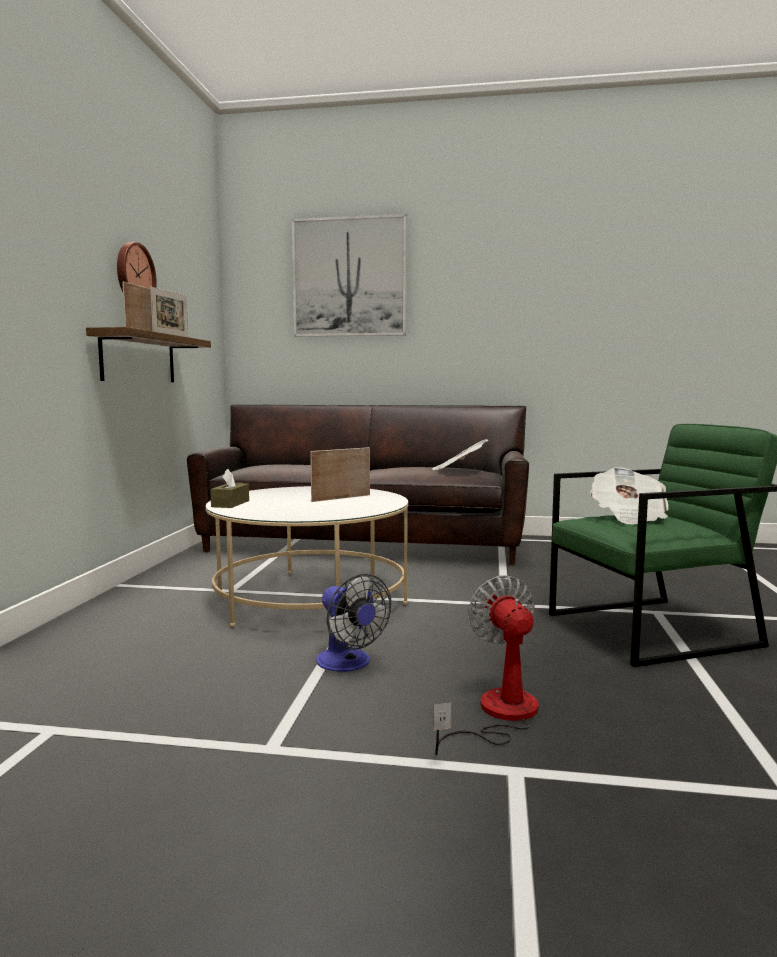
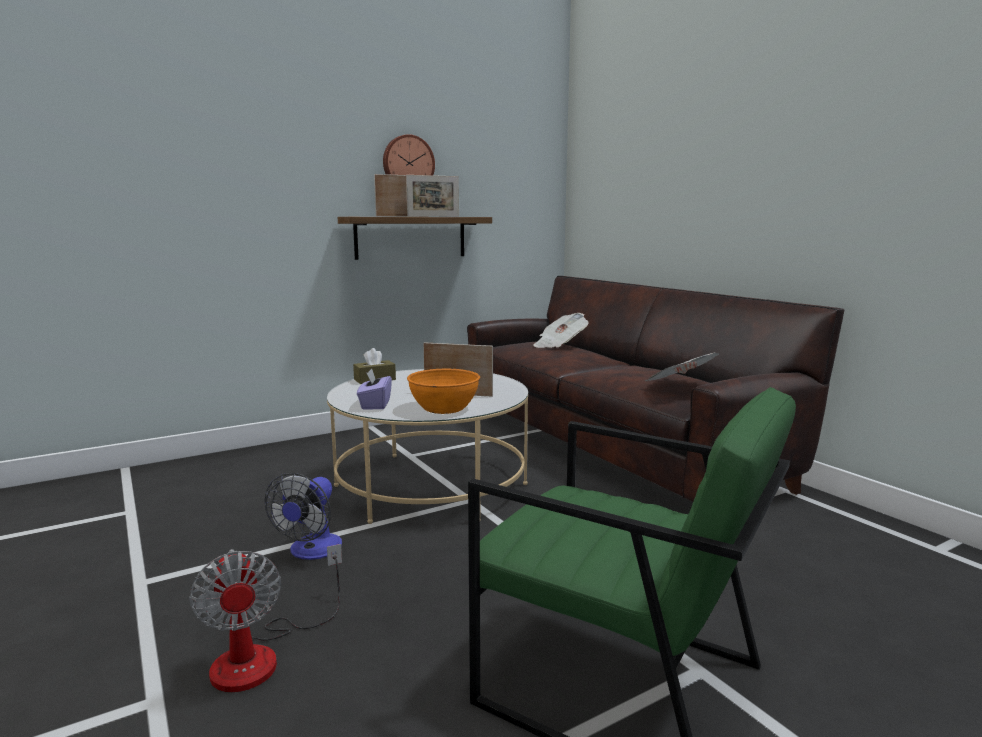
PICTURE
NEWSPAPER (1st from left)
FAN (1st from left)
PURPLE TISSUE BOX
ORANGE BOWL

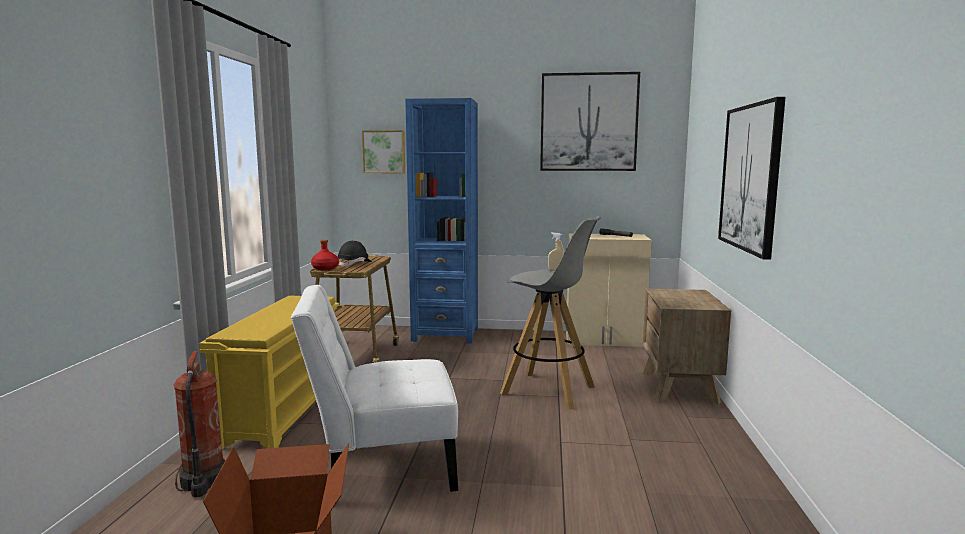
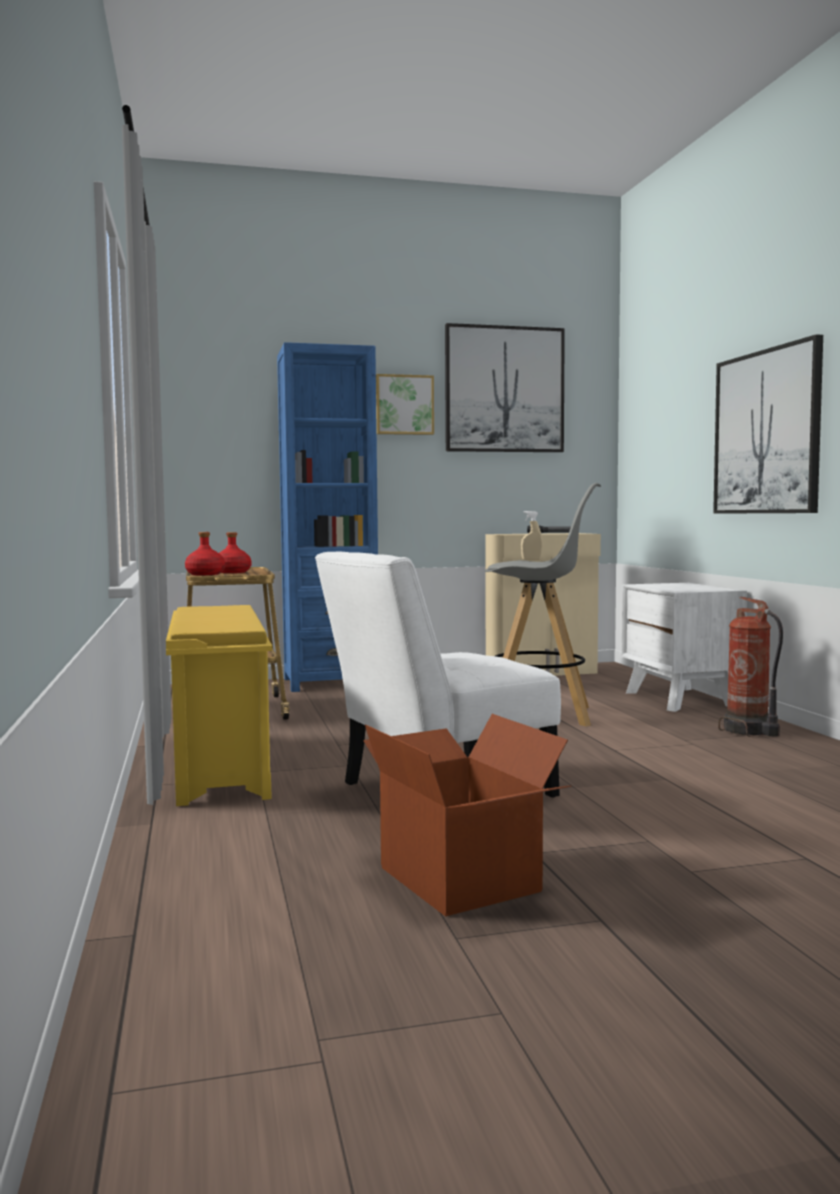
PICTURE (1st from left)
RED BOTTLE (2nd from left)
WHITE NIGHTSTAND
FIRE EXTINGUISHER

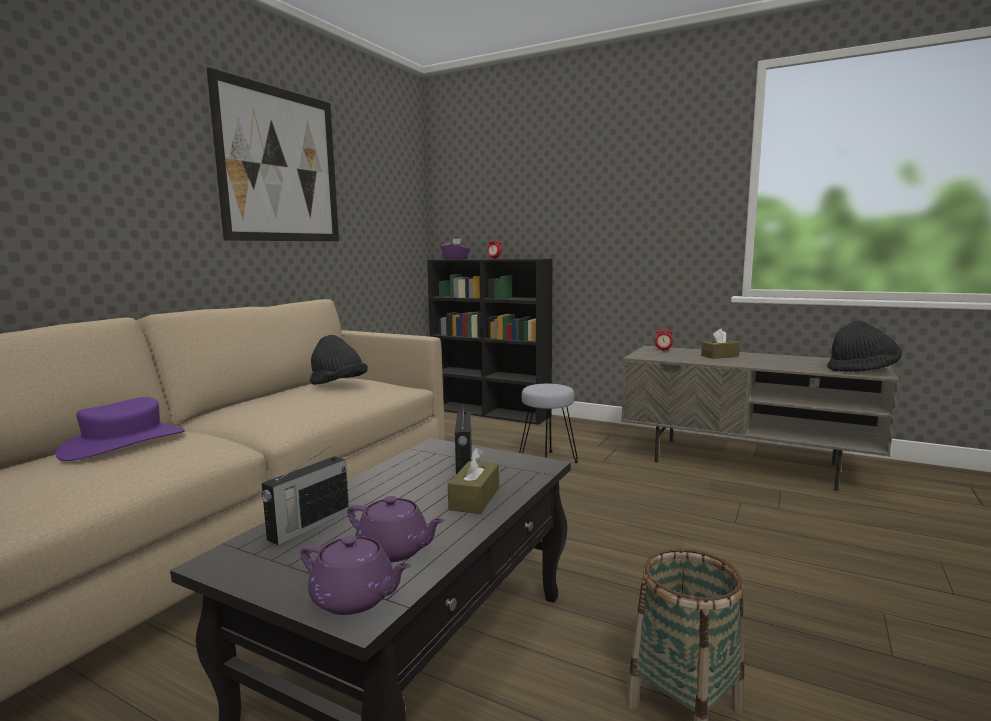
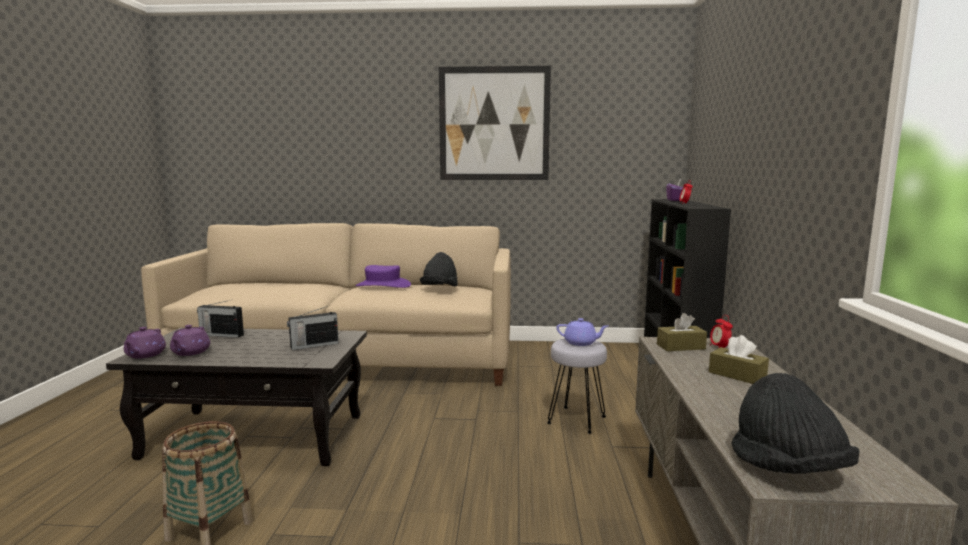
PURPLE HAT
BROWN TISSUE BOX (1st from left)
PURPLE TEAPOT (3rd from left)

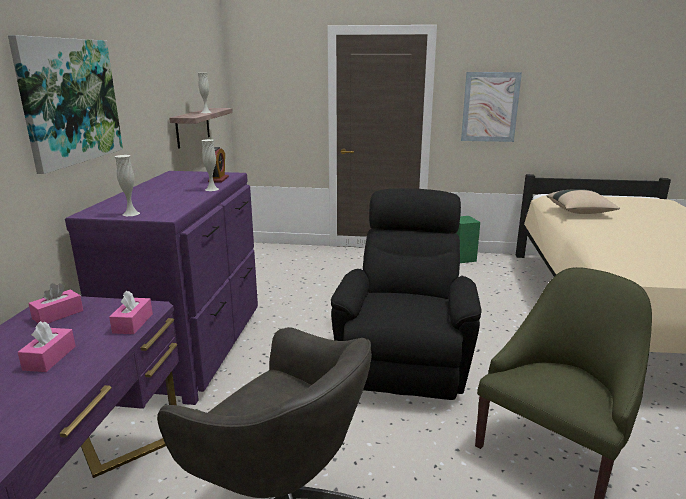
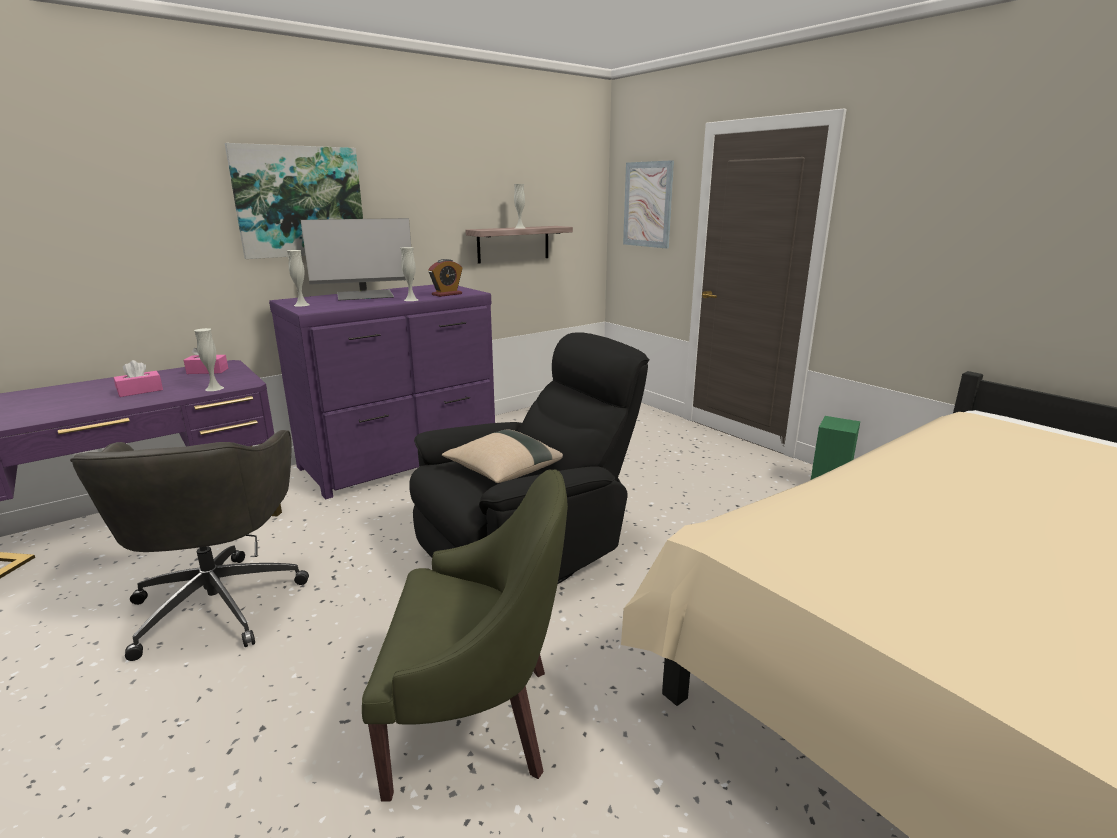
PICTURE (2nd from left)
BEIGE PILLOW
WHITE VASE (1st from left)
MONITOR

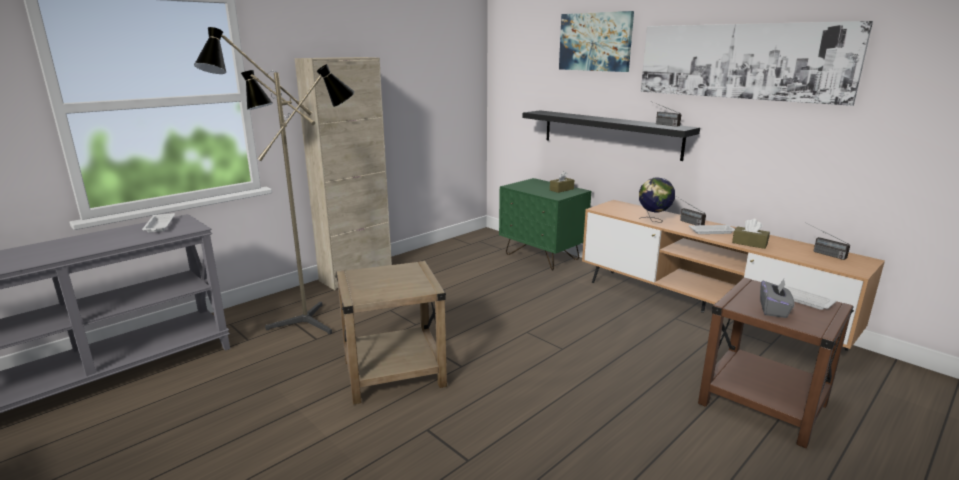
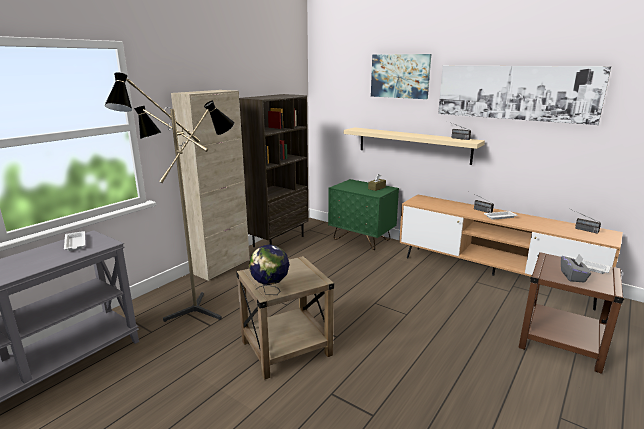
BEIGE SHELF
GLOBE
BROWN TISSUE BOX (2nd from left in the first image)
BROWN BOOKCASE

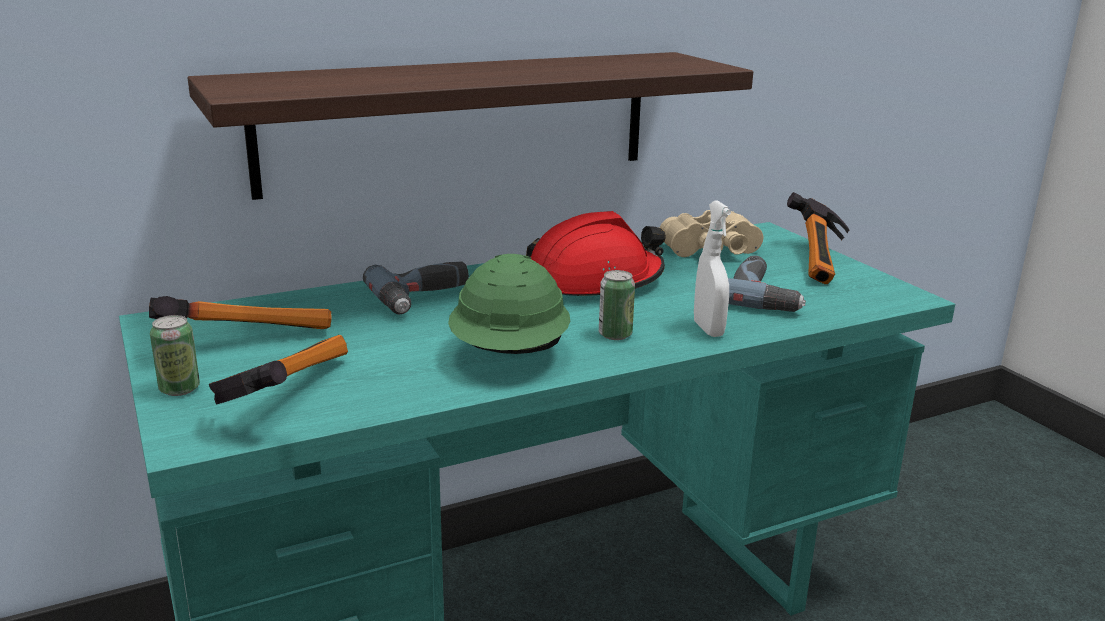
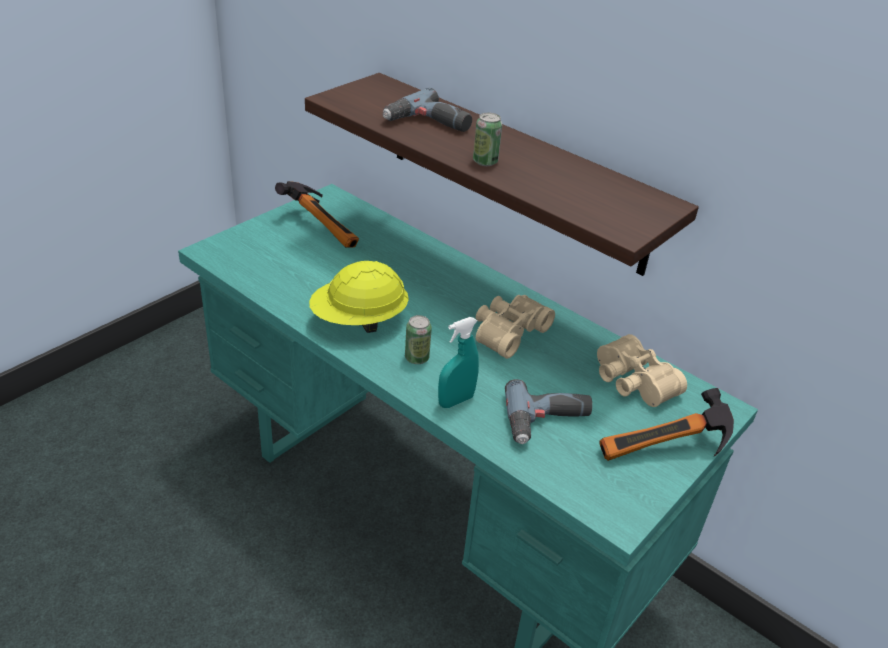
TURQUOISE SPRAY BOTTLE
BEIGE BINOCULARS (1st from left)
YELLOW HARD HAT
POWER DRILL (1st from left)
CAN (2nd from left)
HAMMER (2nd from left in the first image)

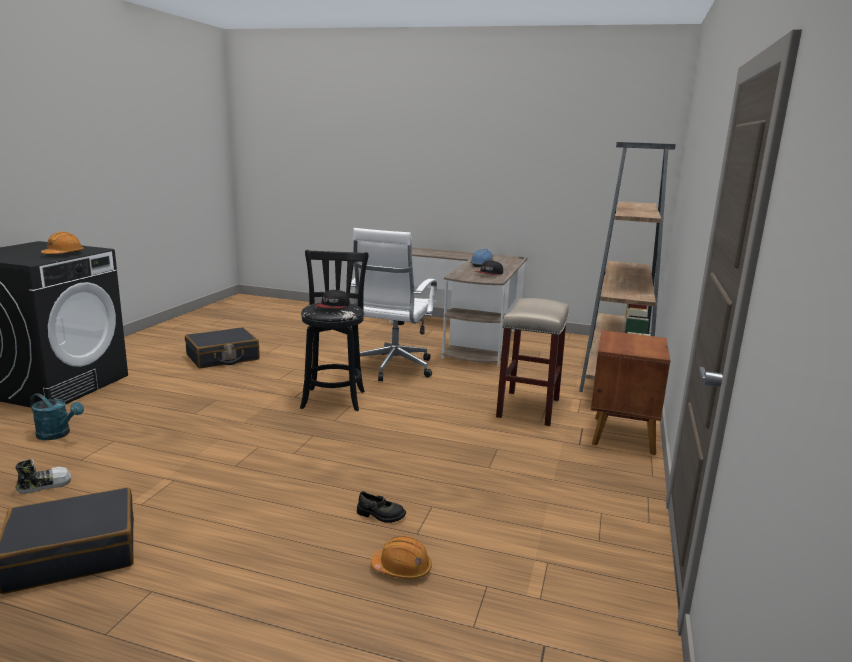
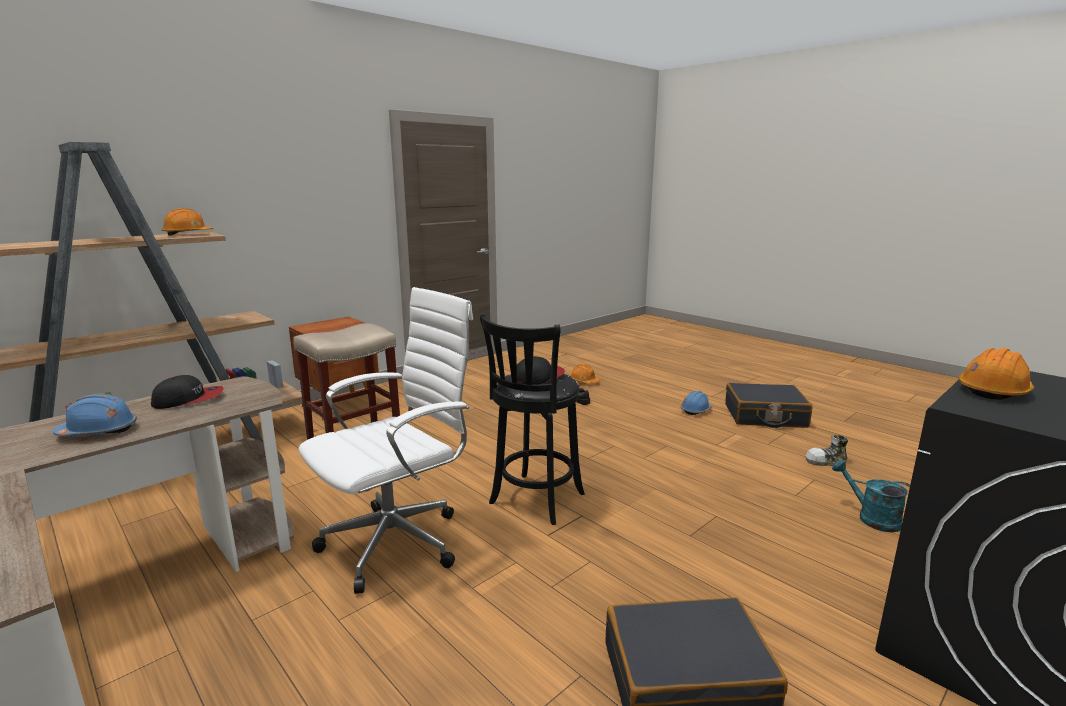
ORANGE HARD HAT (1st from left)
BLUE HARD HAT (2nd from left)

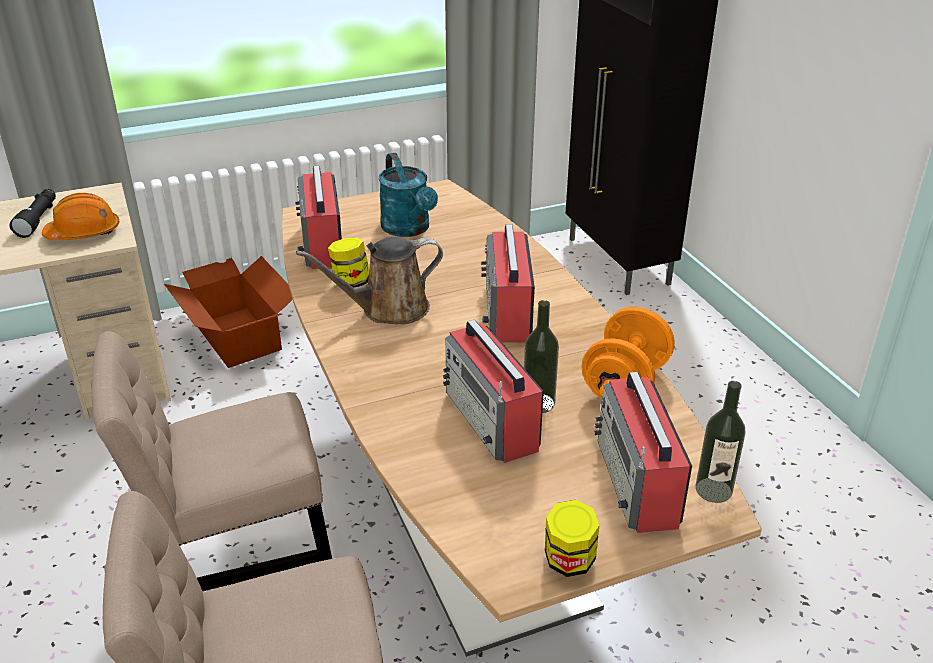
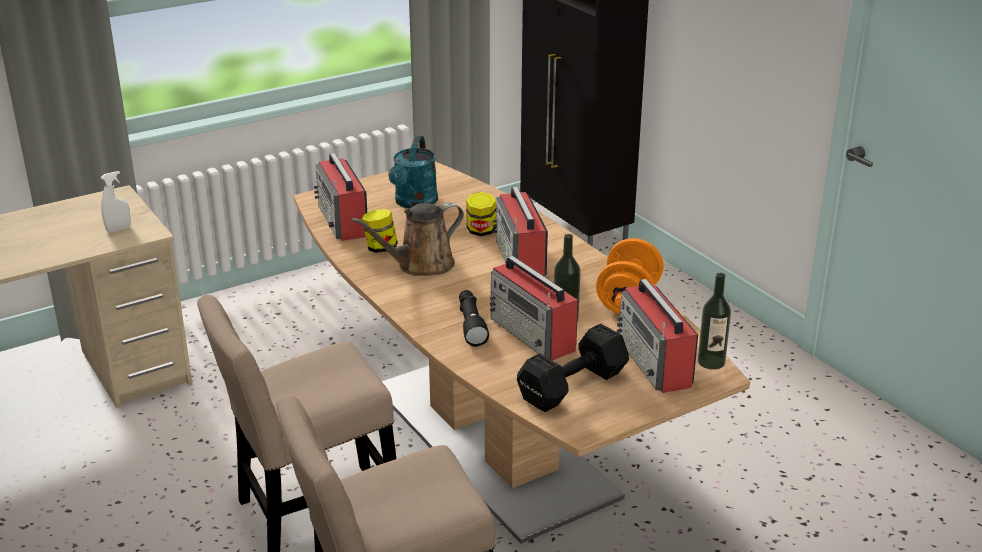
TURQUOISE WATERING CAN
BLACK FLASHLIGHT
WHITE SPRAY BOTTLE
CARDBOARD BOX
JAR (2nd from left)
BLACK DUMBBELL

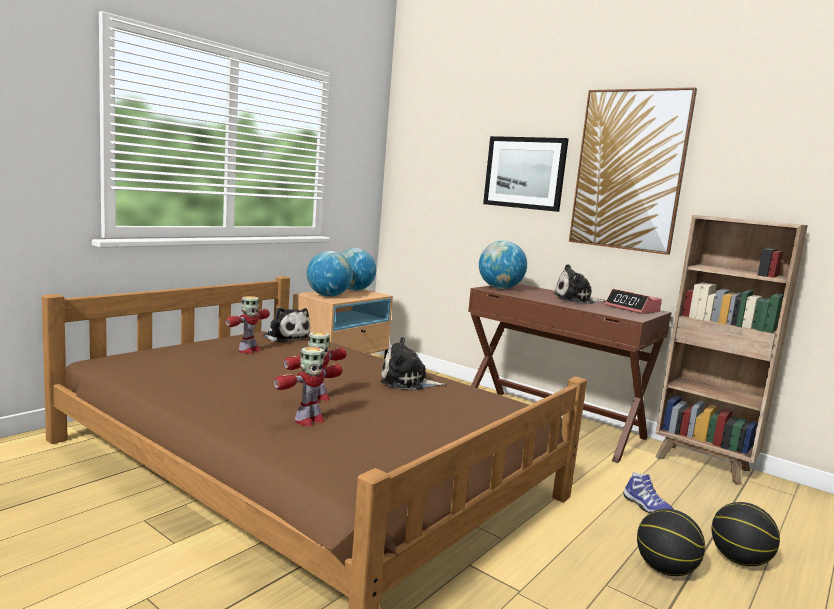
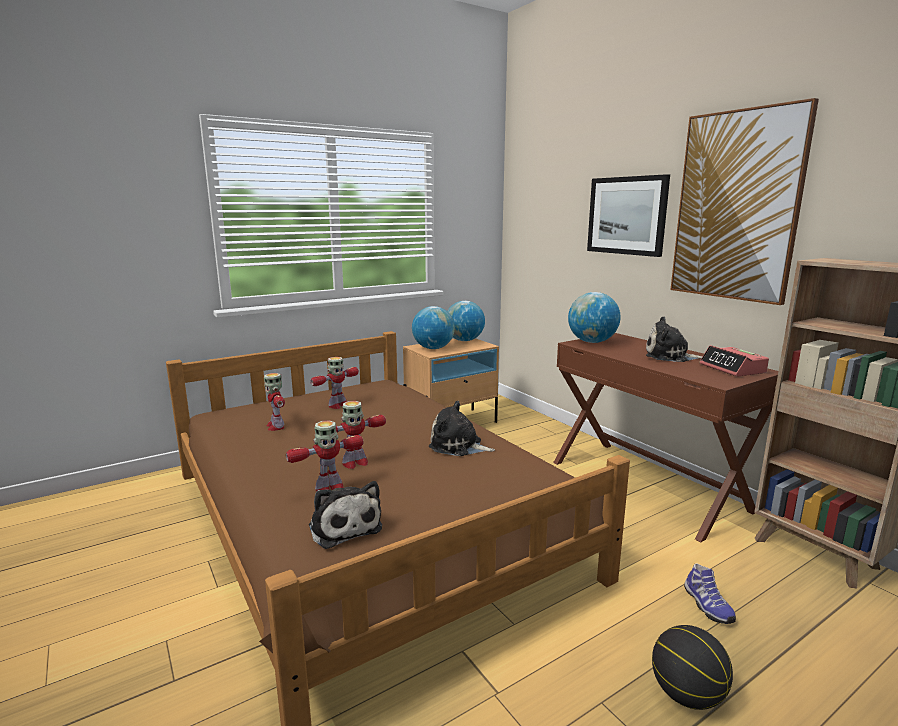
PLUSH TOY (1st from left)
BASKETBALL (2nd from left in the first image)
TOY ROBOT (1st from left)

